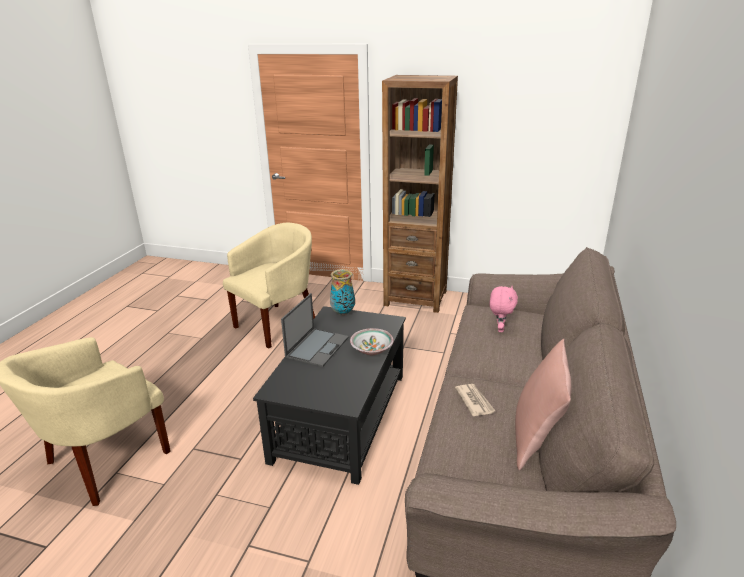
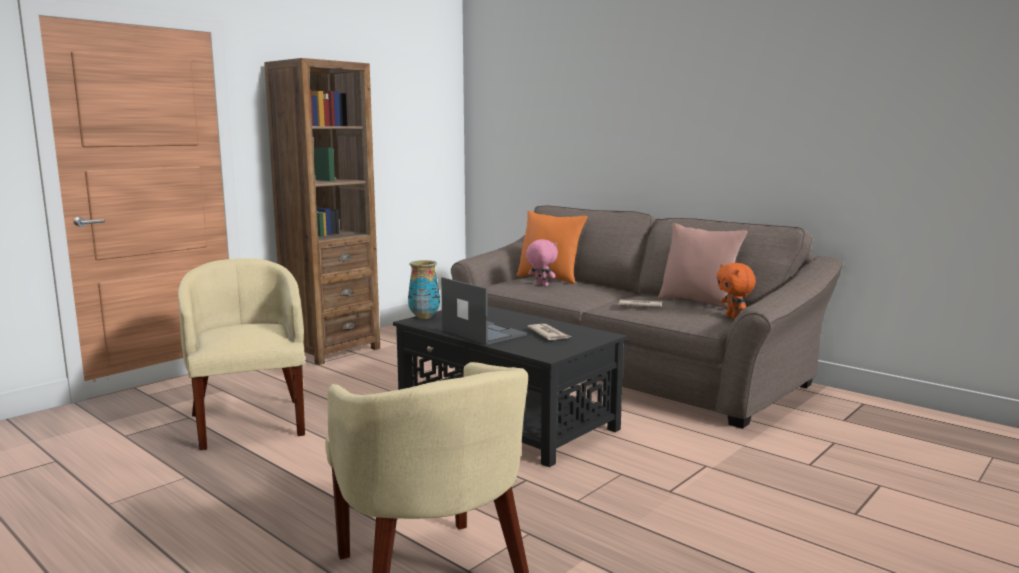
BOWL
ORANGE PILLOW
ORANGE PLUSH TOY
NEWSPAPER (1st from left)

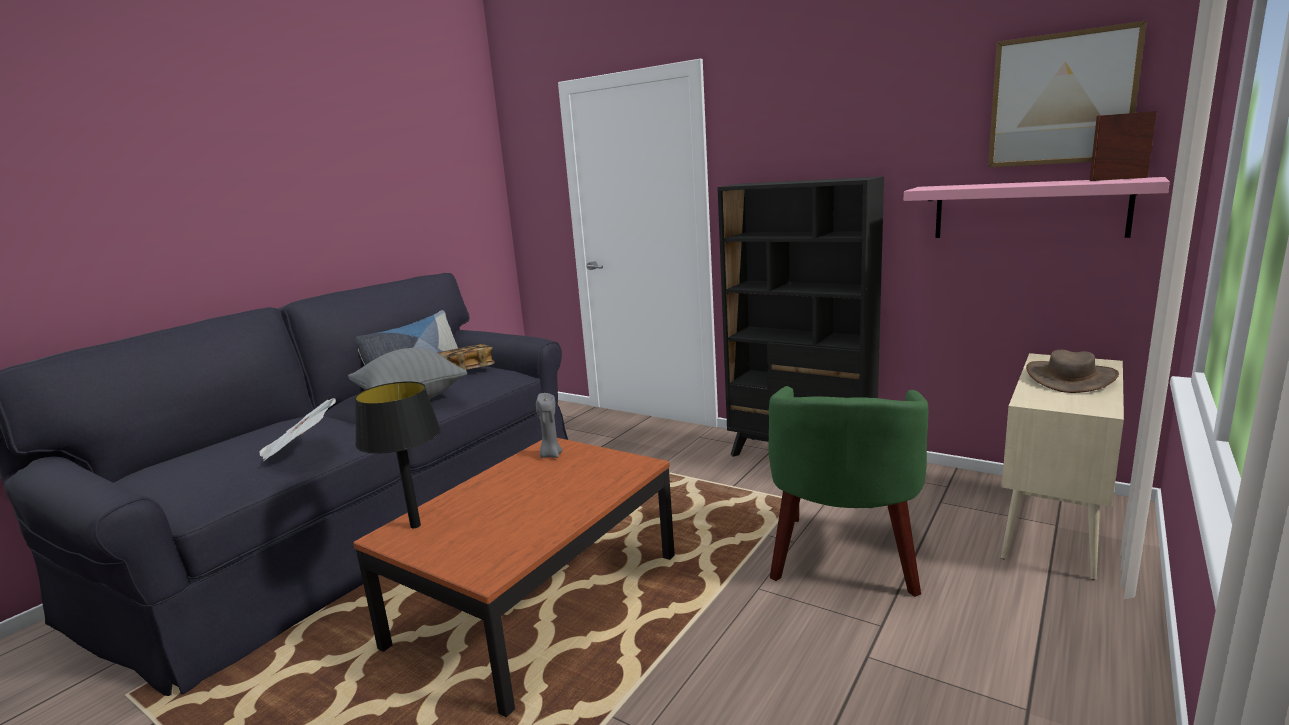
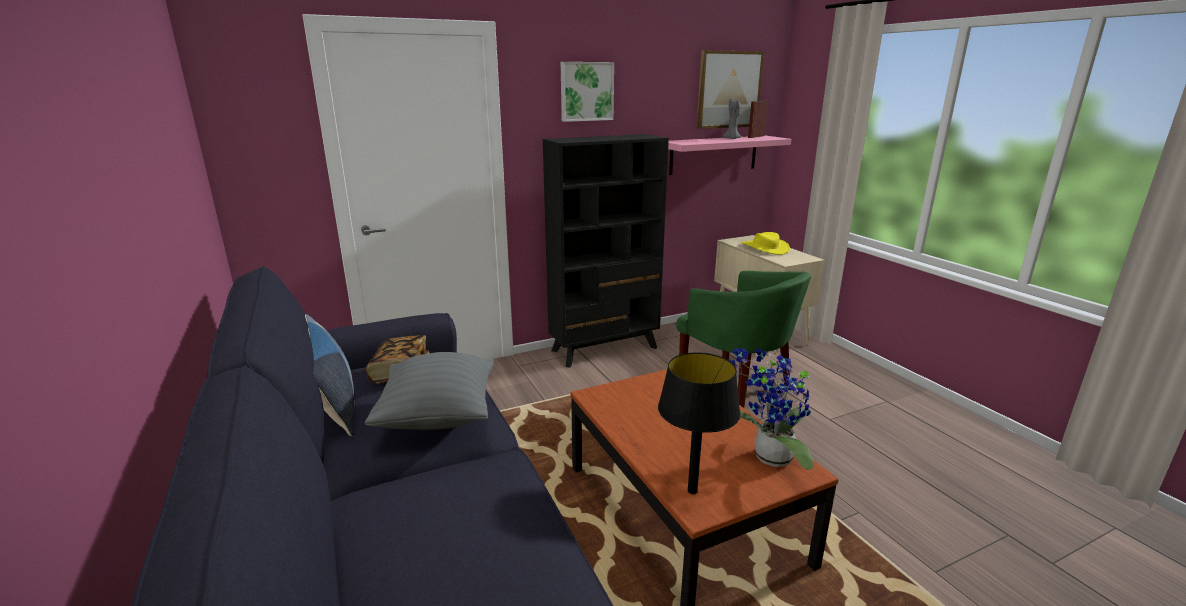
YELLOW HAT
GREY CANDLE
NEWSPAPER
PICTURE (1st from left)
POTTED PLANT

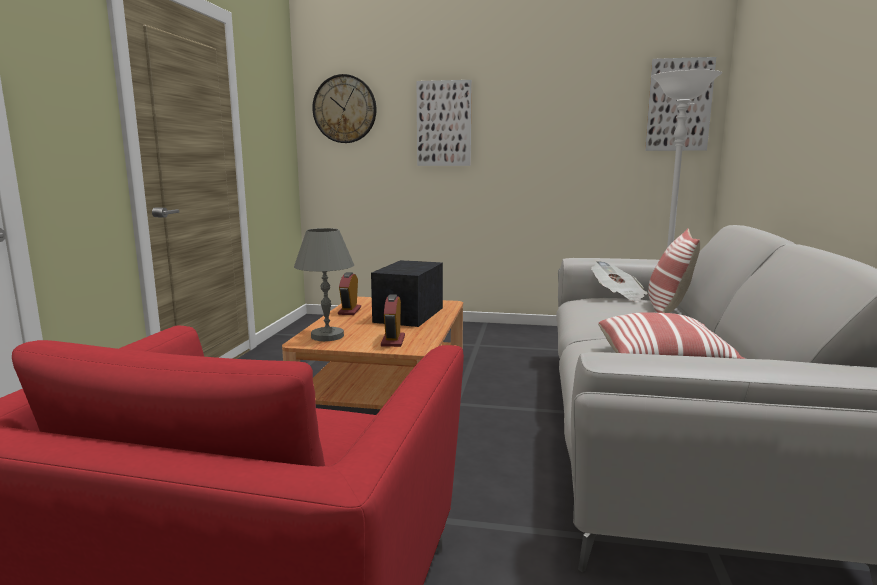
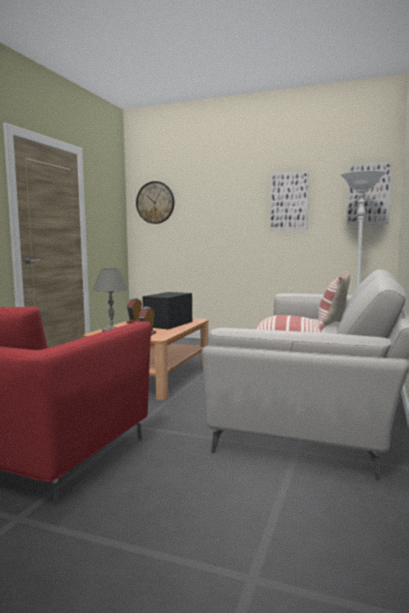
PICTURE (1st from left)
NEWSPAPER

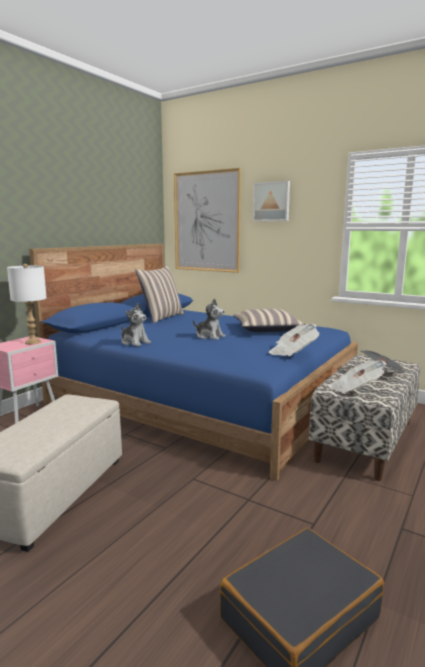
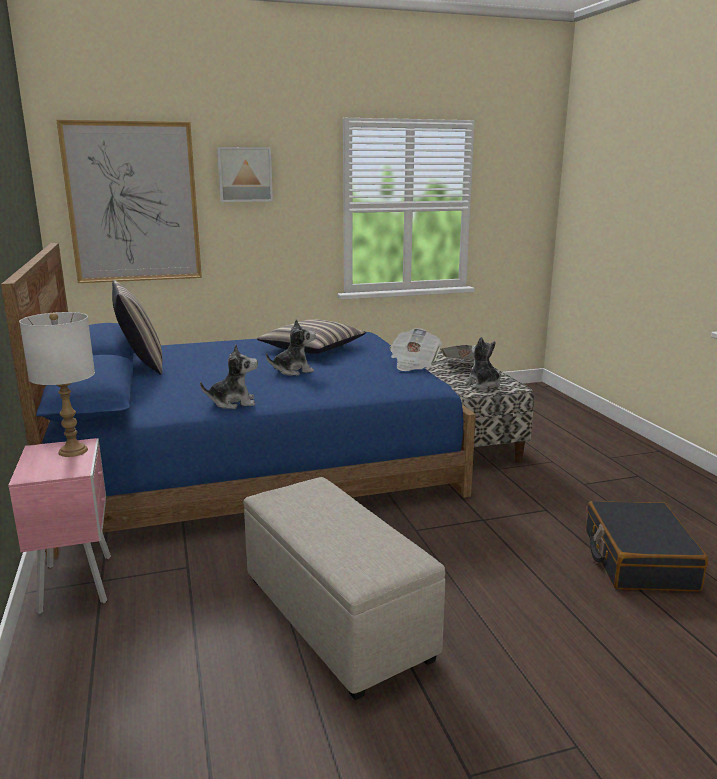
PLUSH TOY (3rd from left)

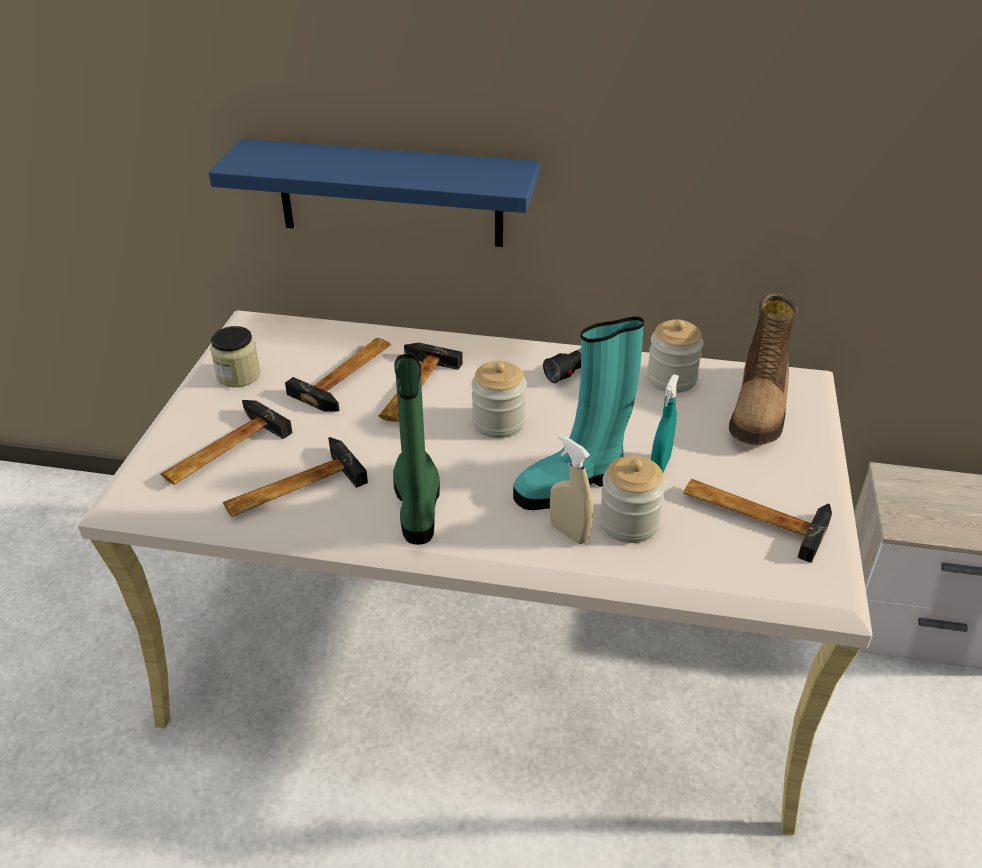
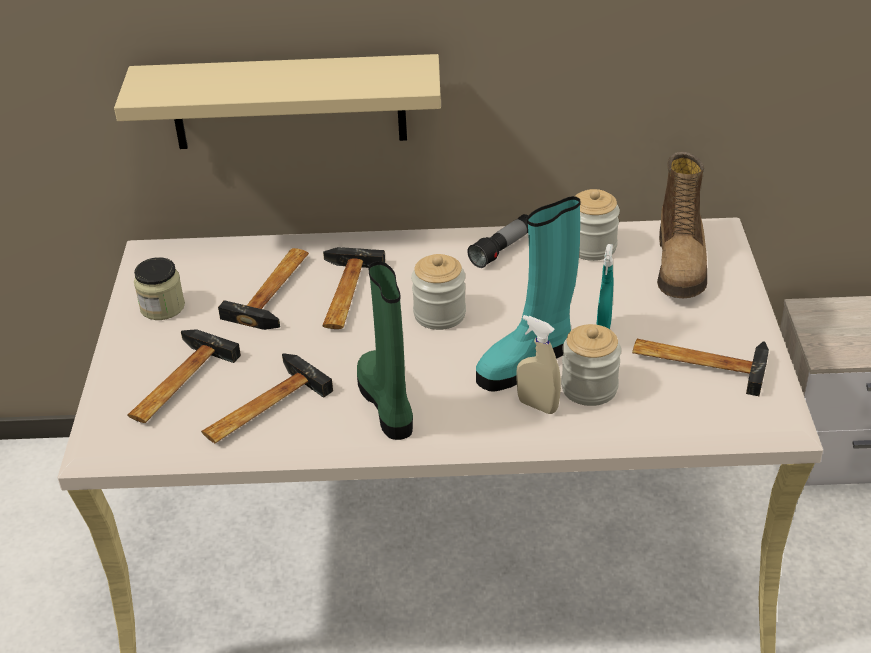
BEIGE SHELF

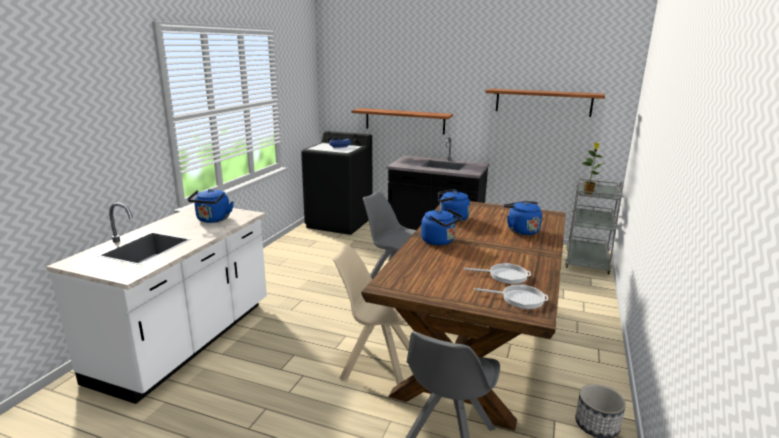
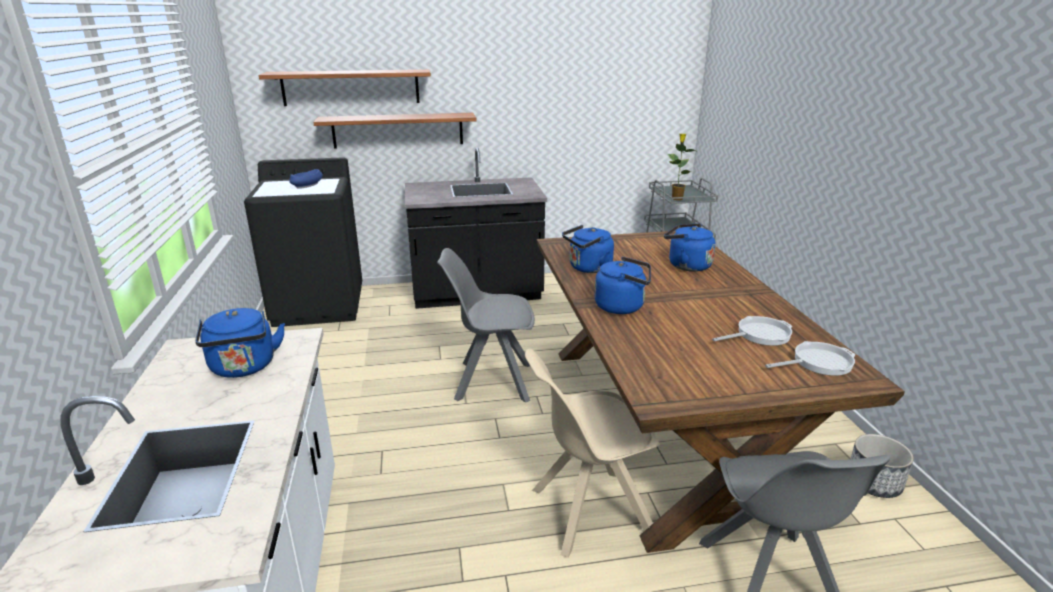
SHELF (1st from left)

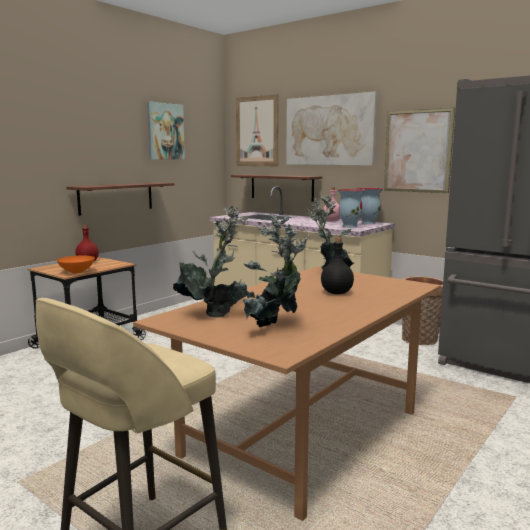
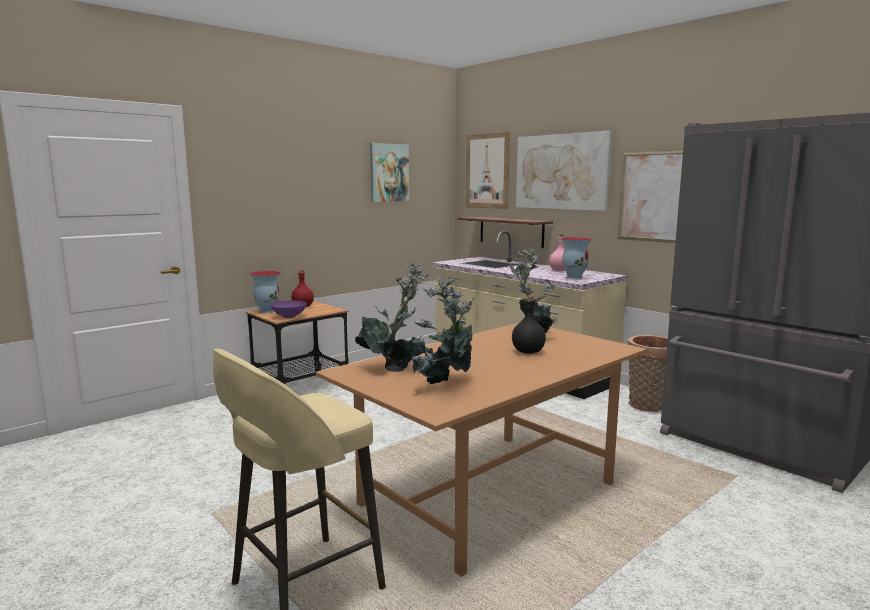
SHELF (1st from left in the first image)
VASE (1st from left)
PURPLE BOWL

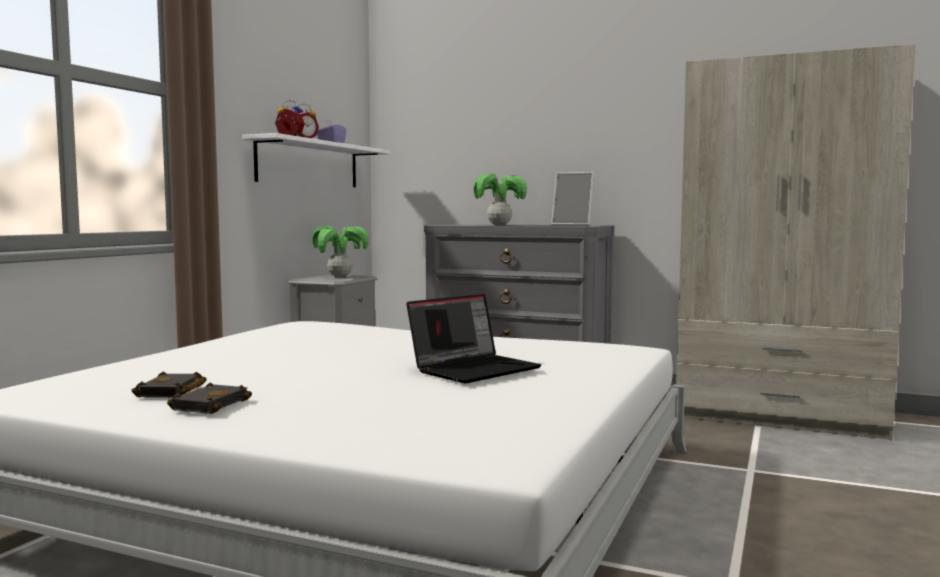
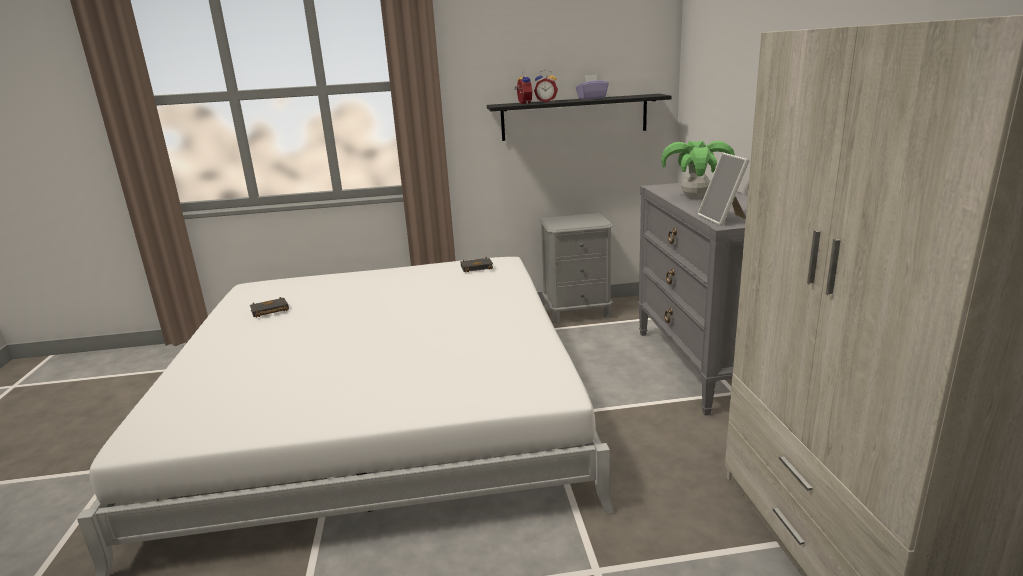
BLACK SHELF
POTTED PLANT (1st from left in the first image)
LAPTOP
BLACK BOOK (2nd from left)

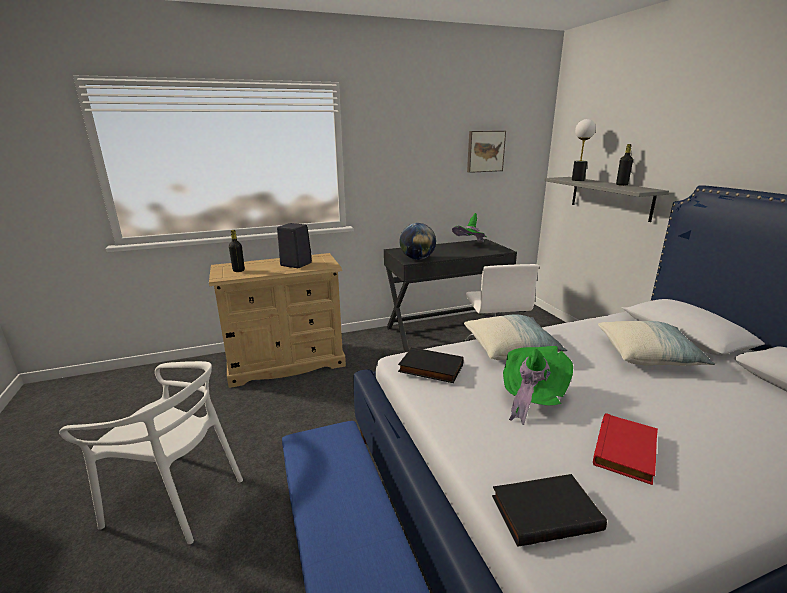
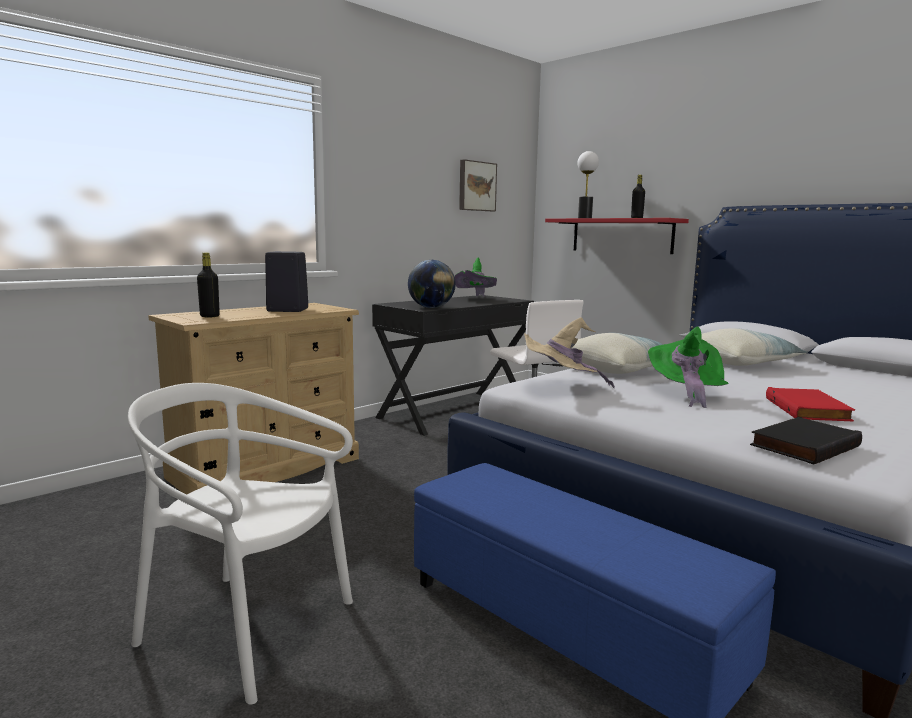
RED SHELF
BEIGE HAT
WHITE CHAIR

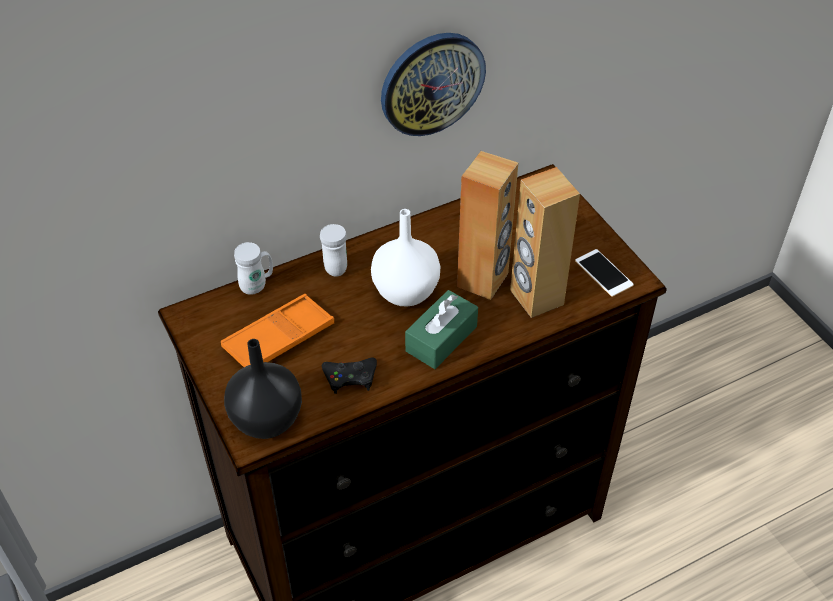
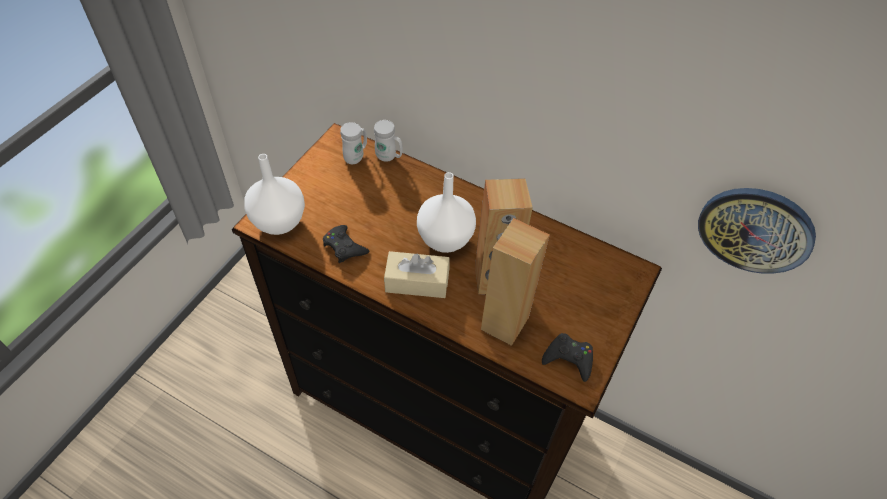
WALL CLOCK
WHITE MUG (1st from left)
BLACK GAME CONTROLLER (2nd from left)
BEIGE TISSUE BOX
ORANGE TRAY
WHITE VASE (1st from left)

